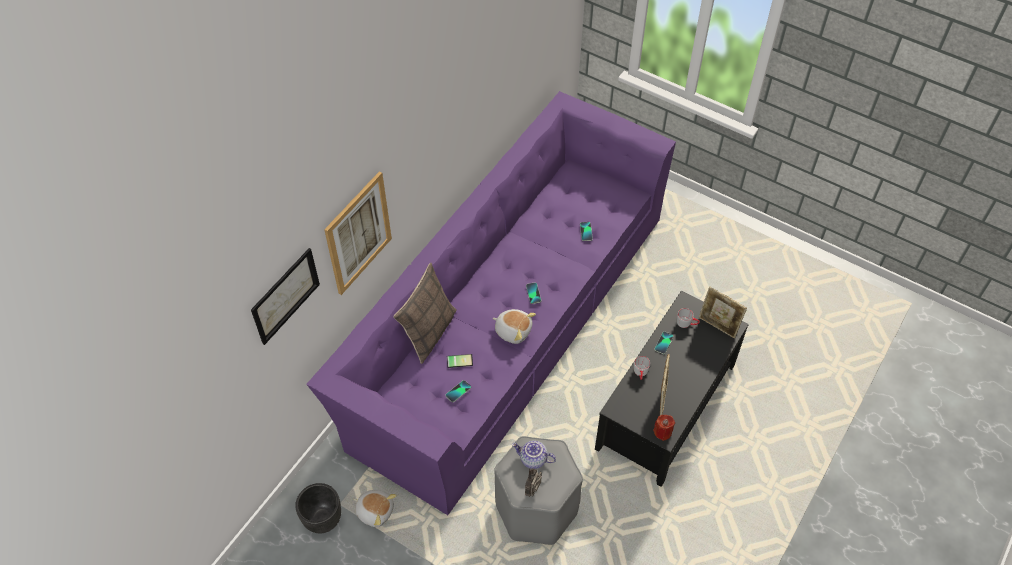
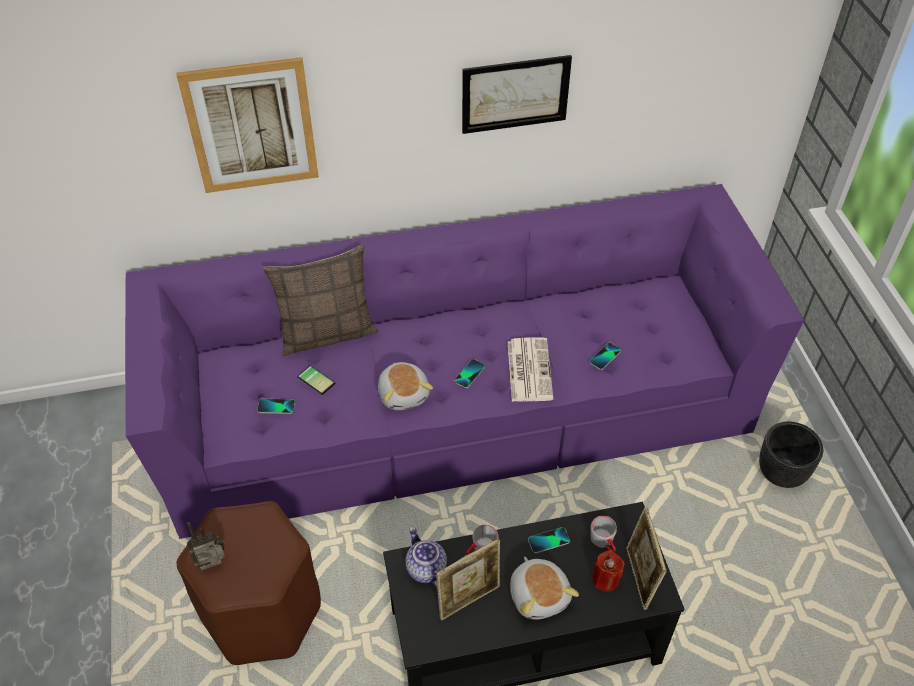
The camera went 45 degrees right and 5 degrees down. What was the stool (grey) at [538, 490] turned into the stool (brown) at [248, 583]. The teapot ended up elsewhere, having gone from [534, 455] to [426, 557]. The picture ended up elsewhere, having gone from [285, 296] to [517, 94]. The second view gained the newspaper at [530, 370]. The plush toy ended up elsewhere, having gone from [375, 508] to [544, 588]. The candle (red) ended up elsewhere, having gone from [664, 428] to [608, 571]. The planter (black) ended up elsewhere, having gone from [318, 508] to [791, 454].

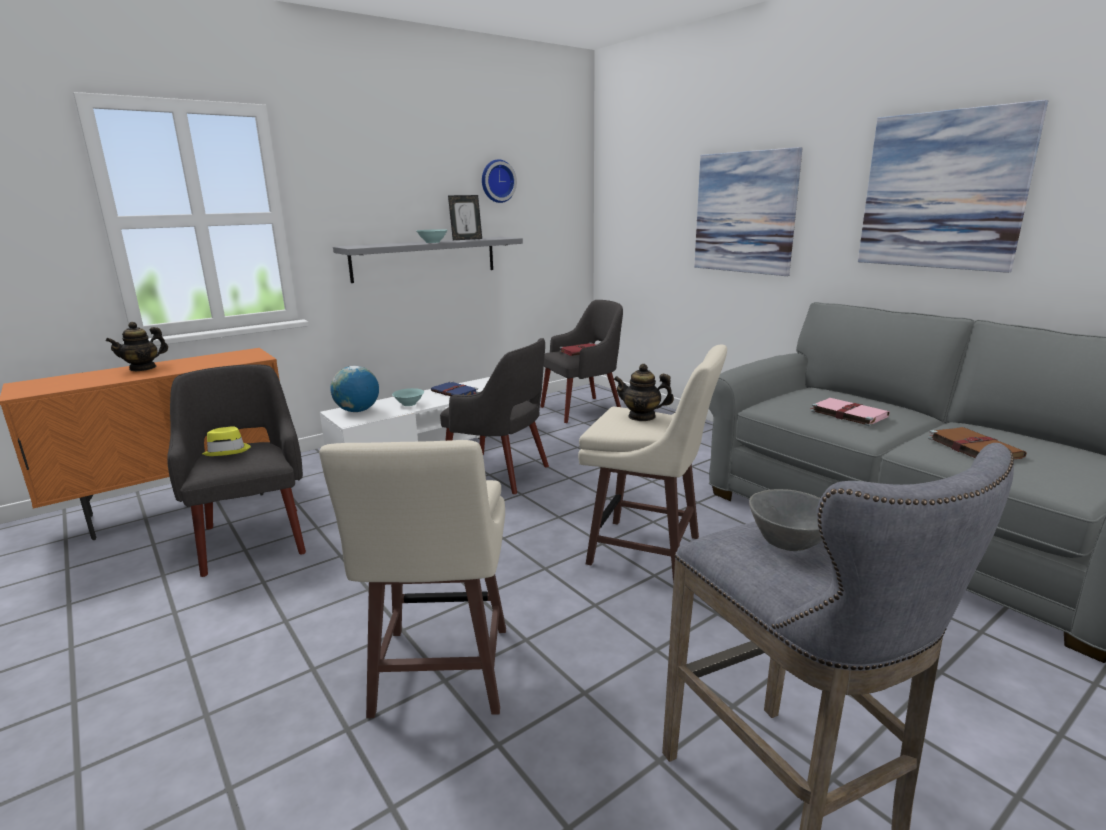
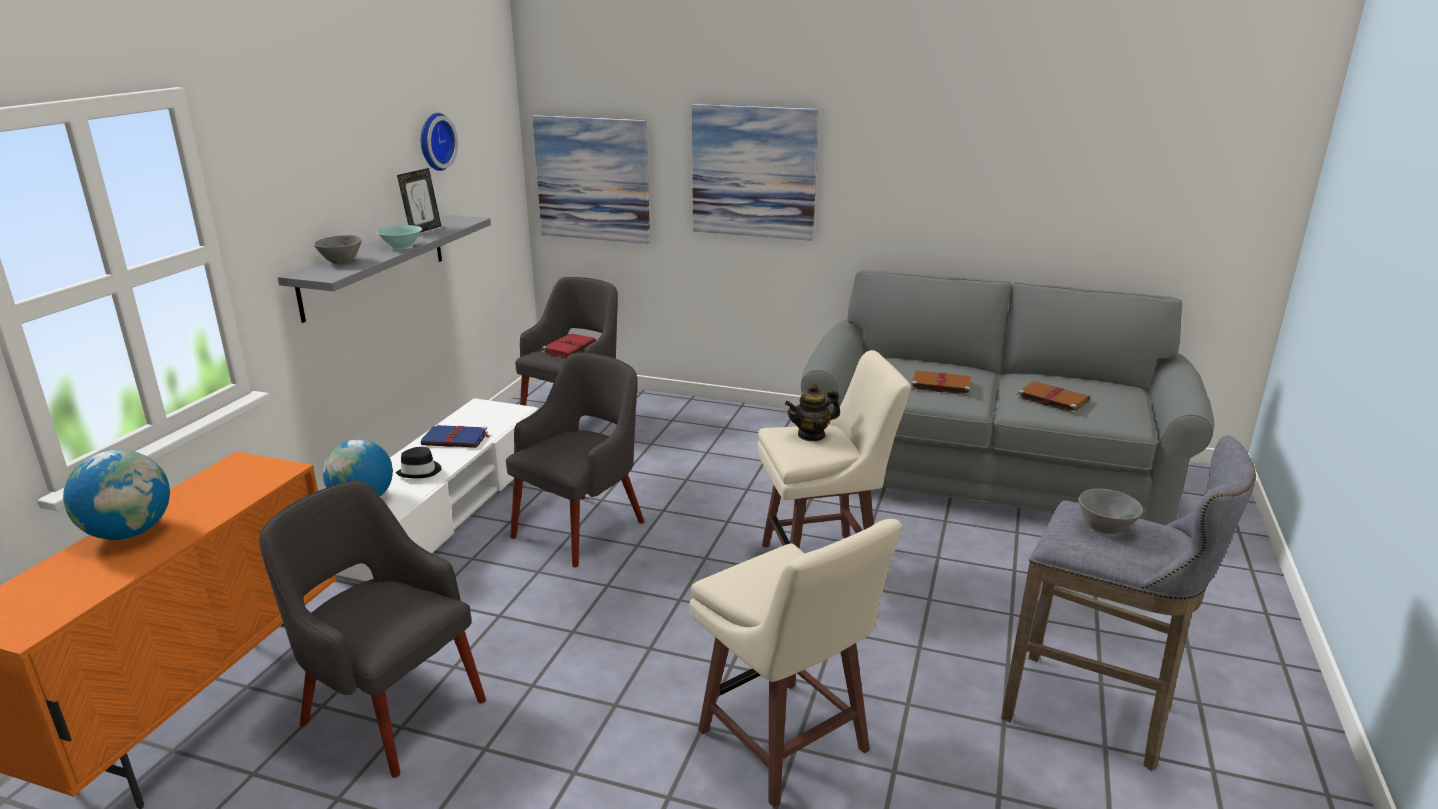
The camera went 35 degrees left and 5 degrees up. Where the teapot stood at [136, 346], the globe came to stand at [116, 495]. The second view gained the bowl (grey) at [338, 249]. Where the bowl (turquoise) stood at [408, 397], the hat (black) came to stand at [419, 462]. The armchair (grey) at [494, 416] ended up facing another way, 45 degrees counterclockwise from before. The picture ended up elsewhere, having gone from [953, 186] to [591, 179]. What was the book (pink) at [849, 412] turned into the book (brown) at [940, 383]. The second view lost the hat (yellow) at [226, 441].

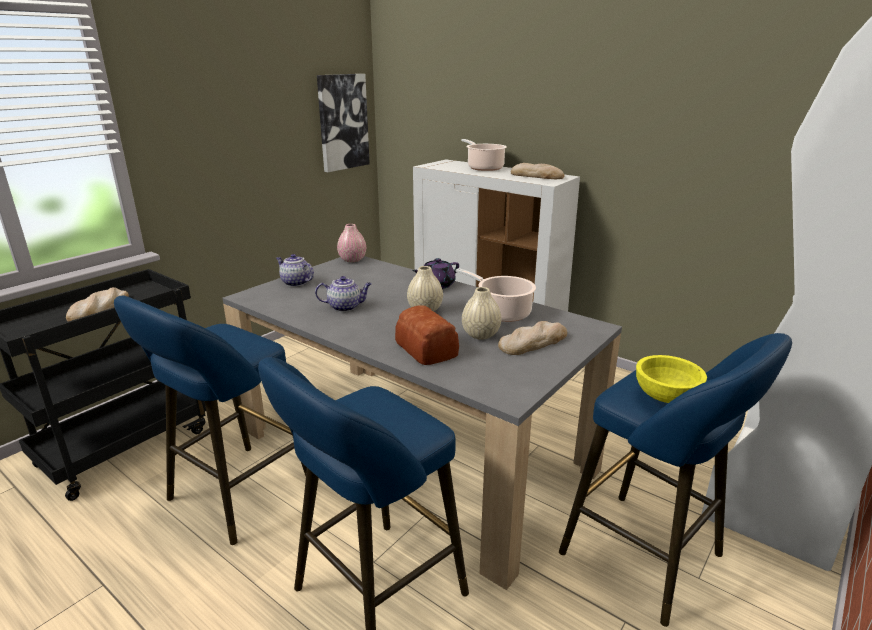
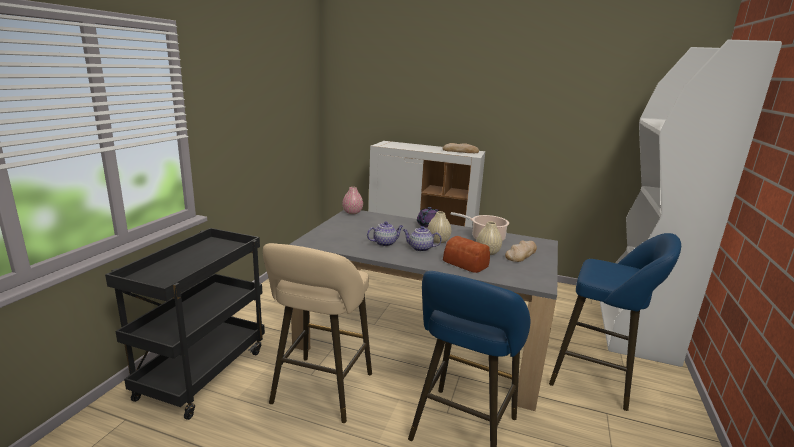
The camera went 20 degrees left and 5 degrees down. What was the stool (blue) at [210, 420] turned into the stool (beige) at [317, 333]. The teapot ended up elsewhere, having gone from [295, 270] to [422, 239]. The second view lost the bread at [97, 304]. The second view lost the picture at [343, 123]. The second view lost the cooking pot at [484, 155]. The second view lost the bowl (yellow) at [671, 379].

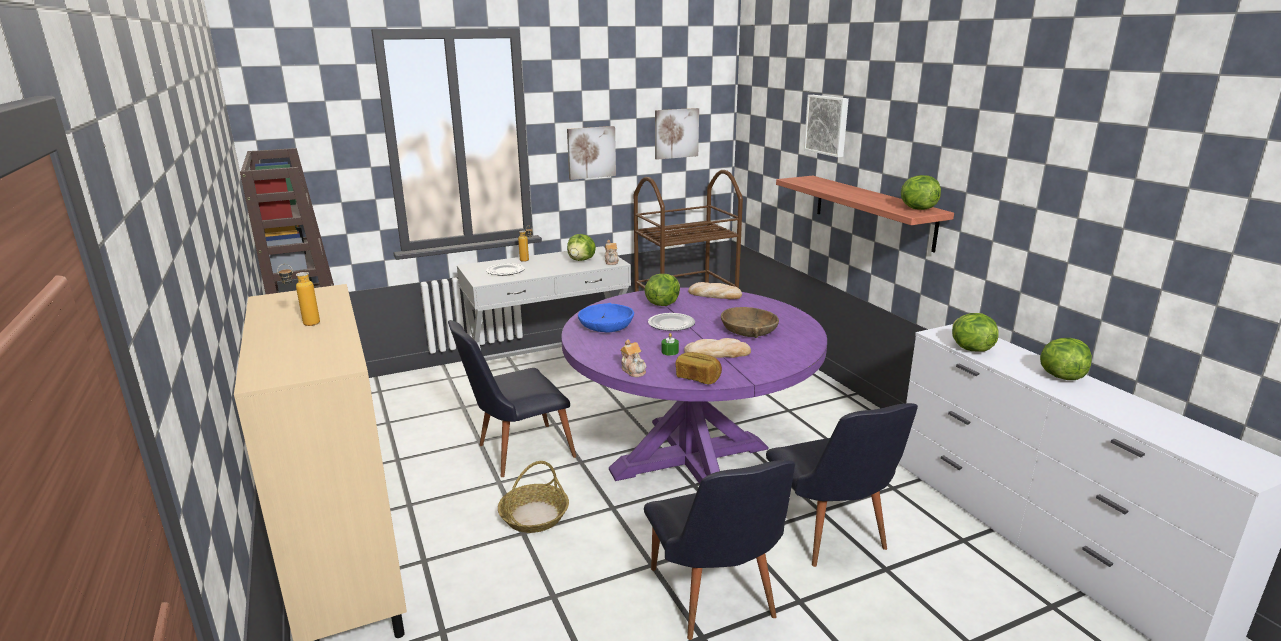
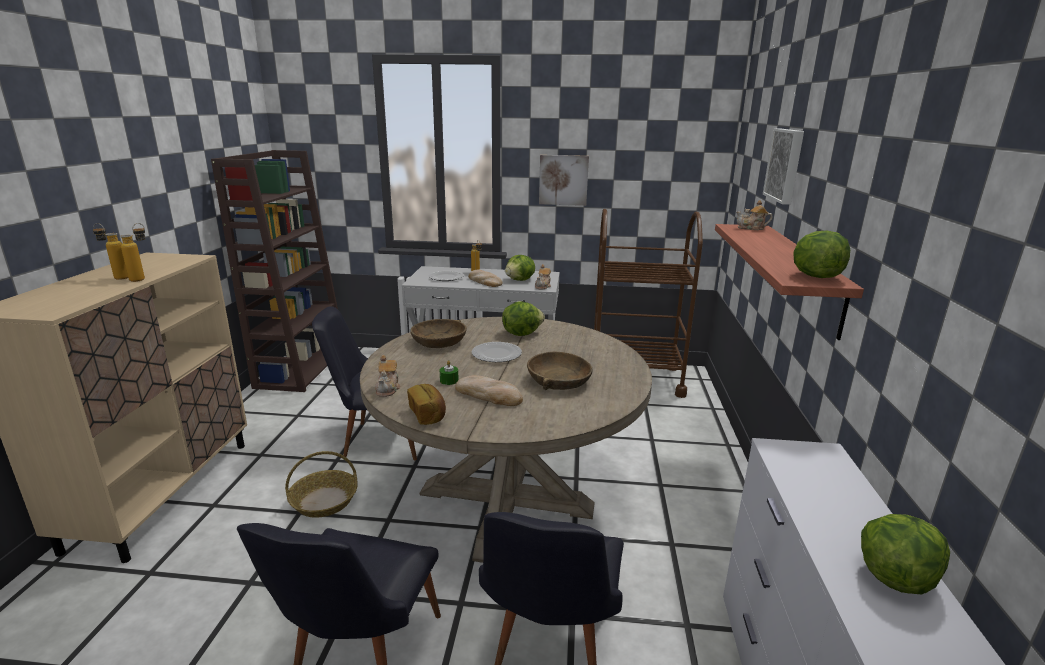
The camera went 30 degrees right and 0 degrees up. The second view gained the bottle at [132, 252]. What was the dining table (purple) at [694, 385] turned into the dining table (beige) at [506, 440]. What was the bowl (blue) at [606, 318] turned into the bowl (brown) at [438, 333]. The bread ended up elsewhere, having gone from [715, 290] to [485, 278]. The second view gained the teapot at [754, 215]. The second view lost the picture at [677, 134]. The second view lost the lettuce at [975, 332].

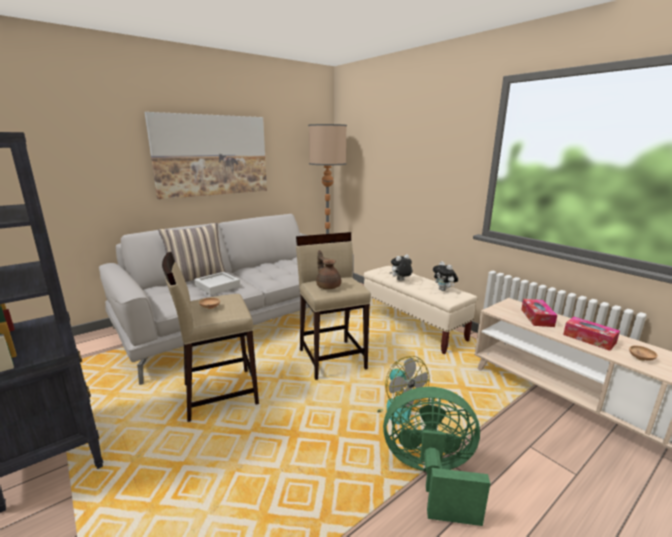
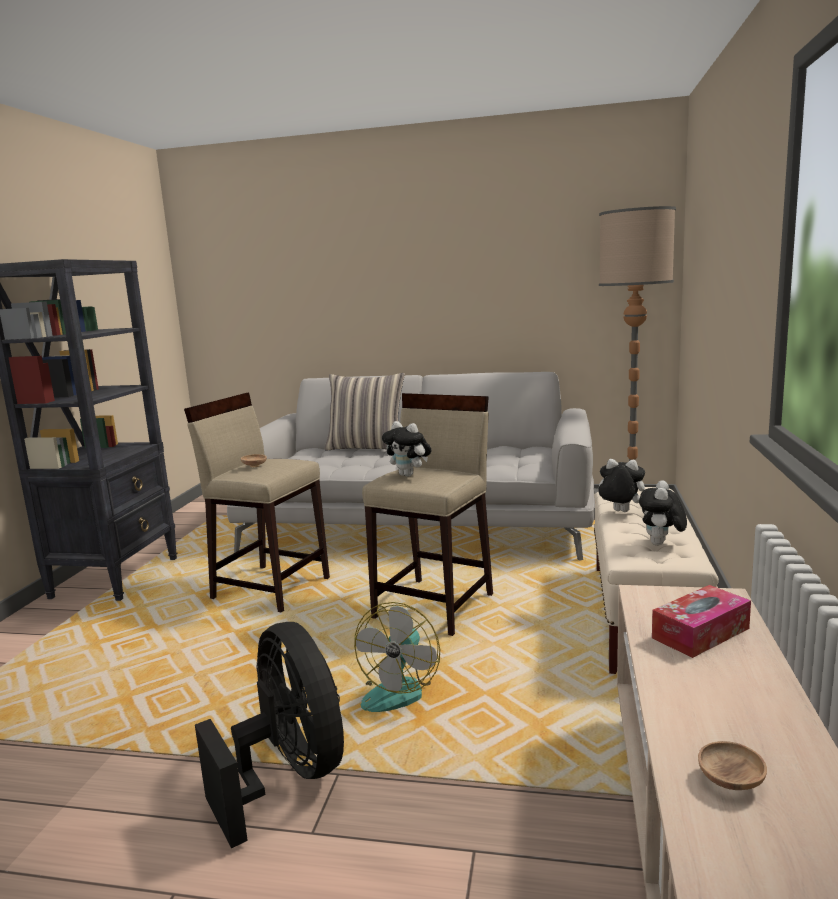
The camera went 50 degrees right and 5 degrees down. What was the fan (green) at [437, 456] turned into the fan (black) at [269, 735]. Where the teapot (brown) stood at [328, 269], the plush toy came to stand at [407, 449]. The second view lost the picture at [206, 155]. The second view lost the tray (grey) at [217, 283]. The second view lost the tissue box at [591, 333].

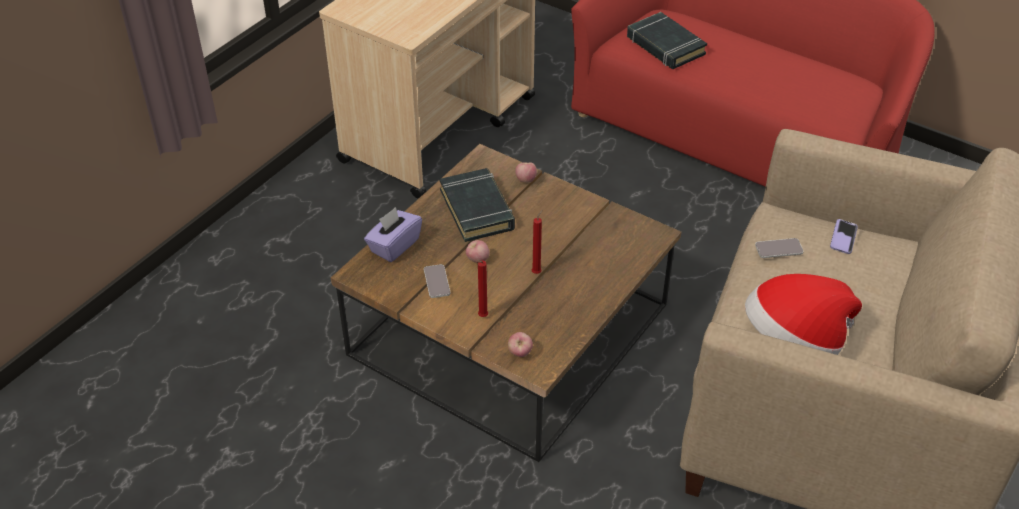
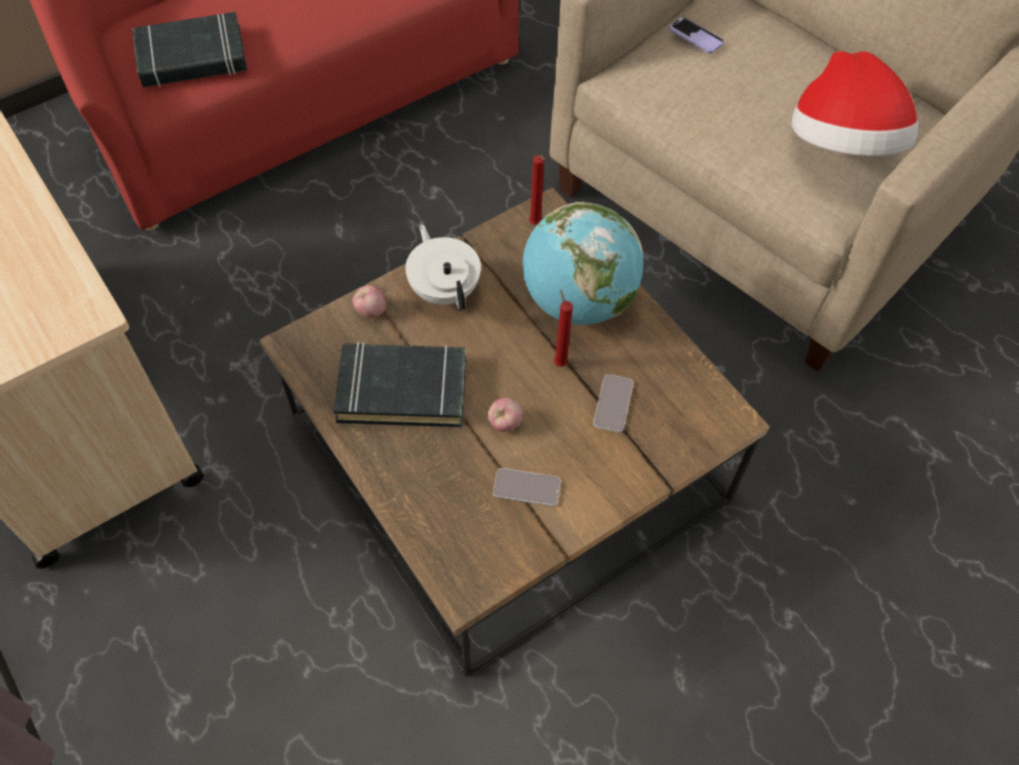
The camera went 70 degrees left and 15 degrees up. The second view gained the teapot (white) at [443, 267]. The second view gained the globe at [583, 263]. The candle (red) ended up elsewhere, having gone from [482, 289] to [537, 190]. The phone ended up elsewhere, having gone from [779, 248] to [613, 403]. The second view lost the tissue box (purple) at [393, 234]. The second view lost the apple at [520, 344].

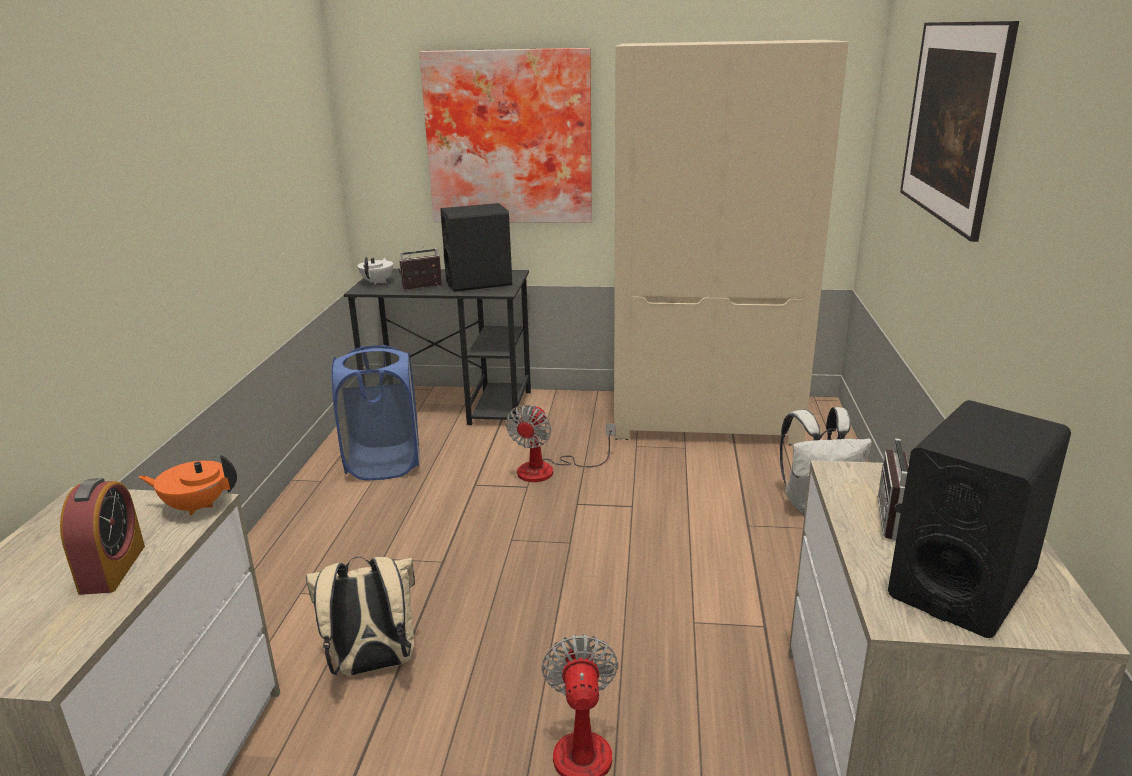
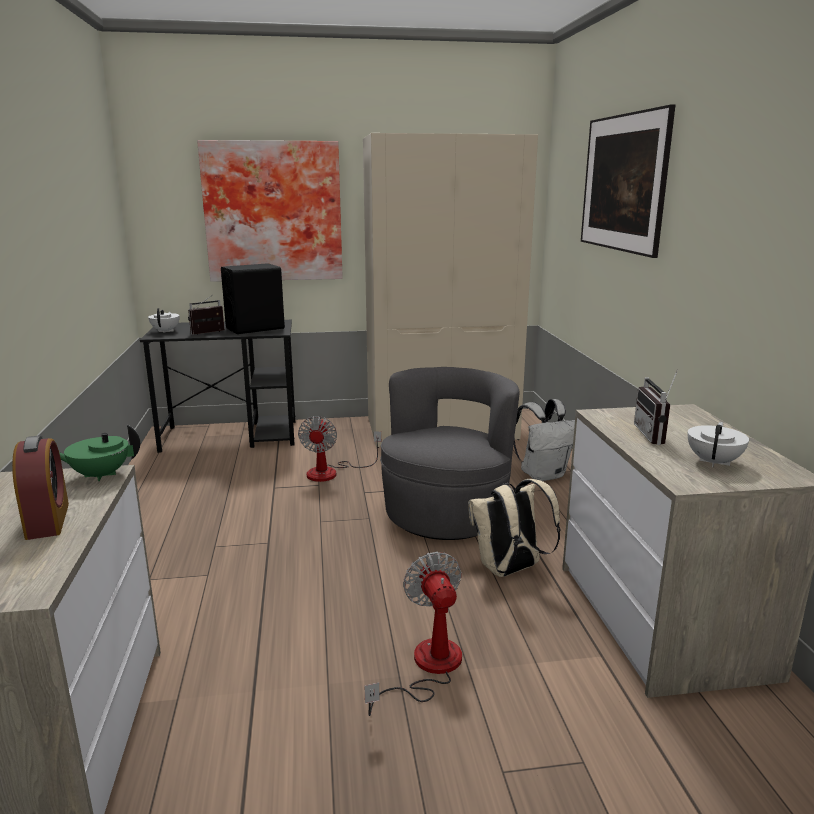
The camera went 15 degrees left and 5 degrees down. What was the teapot (orange) at [188, 485] turned into the teapot (green) at [99, 453]. The second view gained the armchair (grey) at [449, 453]. The backpack (beige) ended up elsewhere, having gone from [360, 616] to [514, 528]. Where the speaker (black) stood at [979, 519], the teapot (white) came to stand at [718, 444]. The second view lost the laundry basket (blue) at [375, 412].

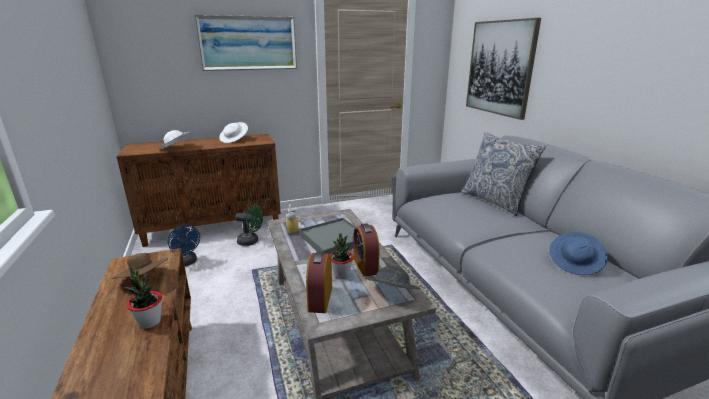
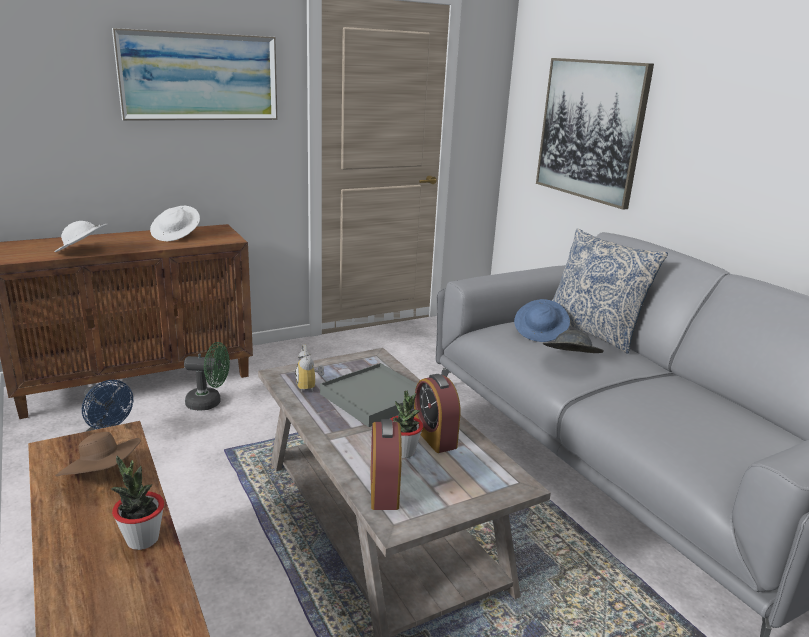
The camera went 10 degrees left and 0 degrees up. The hat (blue) ended up elsewhere, having gone from [578, 253] to [542, 320]. The hat (grey) ended up elsewhere, having gone from [392, 277] to [573, 341].

